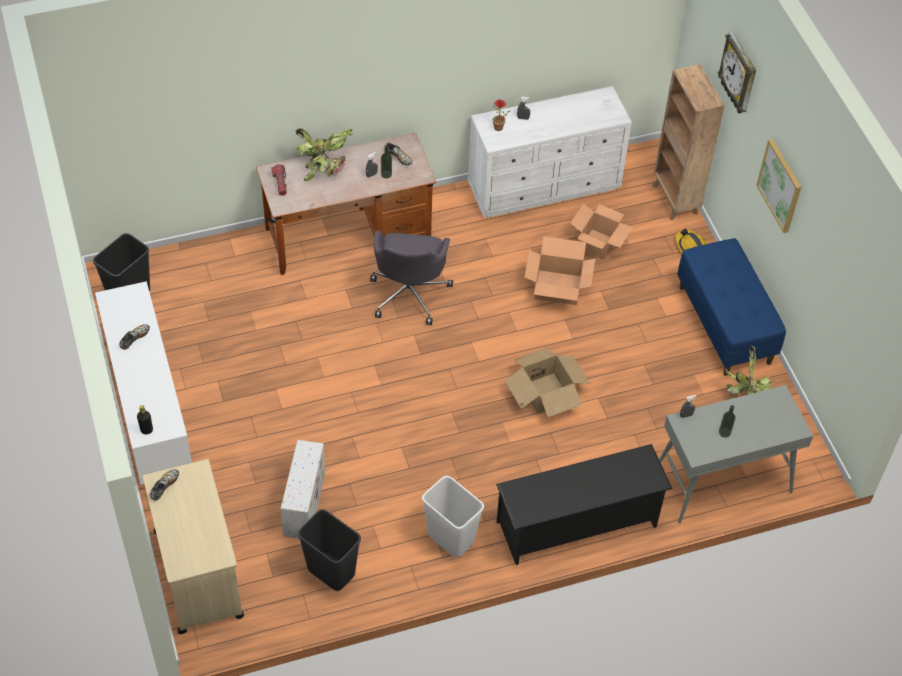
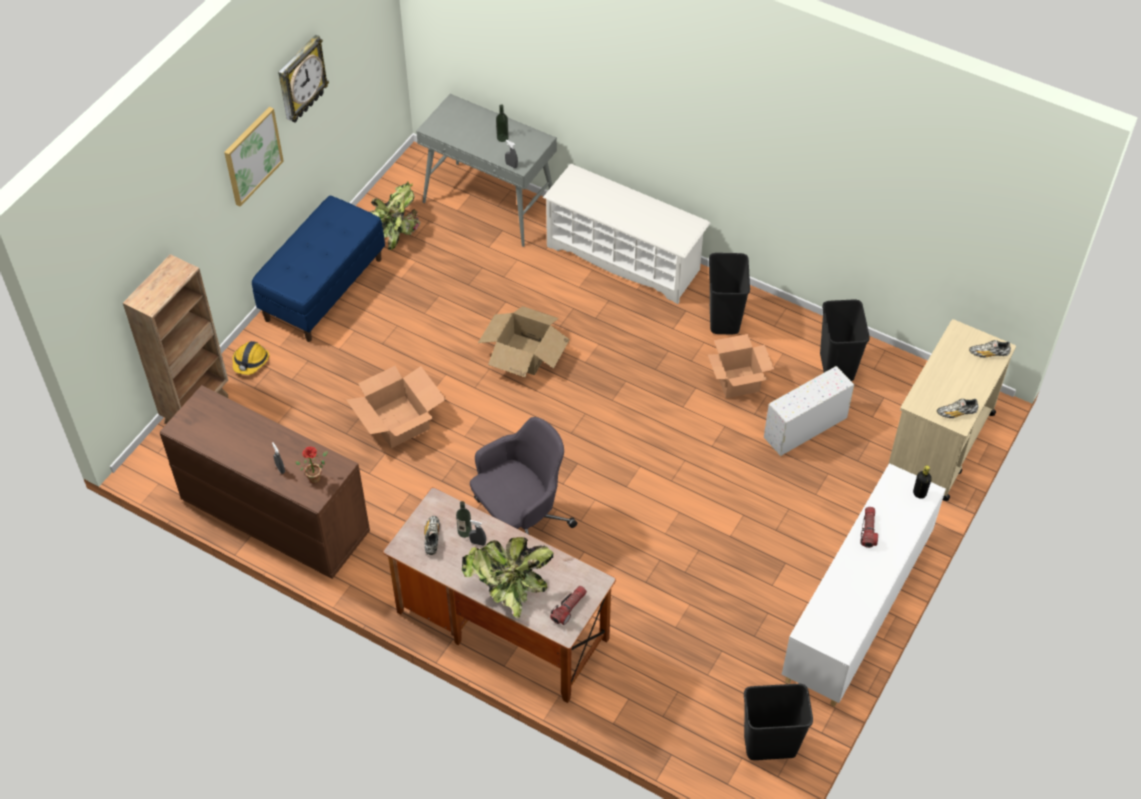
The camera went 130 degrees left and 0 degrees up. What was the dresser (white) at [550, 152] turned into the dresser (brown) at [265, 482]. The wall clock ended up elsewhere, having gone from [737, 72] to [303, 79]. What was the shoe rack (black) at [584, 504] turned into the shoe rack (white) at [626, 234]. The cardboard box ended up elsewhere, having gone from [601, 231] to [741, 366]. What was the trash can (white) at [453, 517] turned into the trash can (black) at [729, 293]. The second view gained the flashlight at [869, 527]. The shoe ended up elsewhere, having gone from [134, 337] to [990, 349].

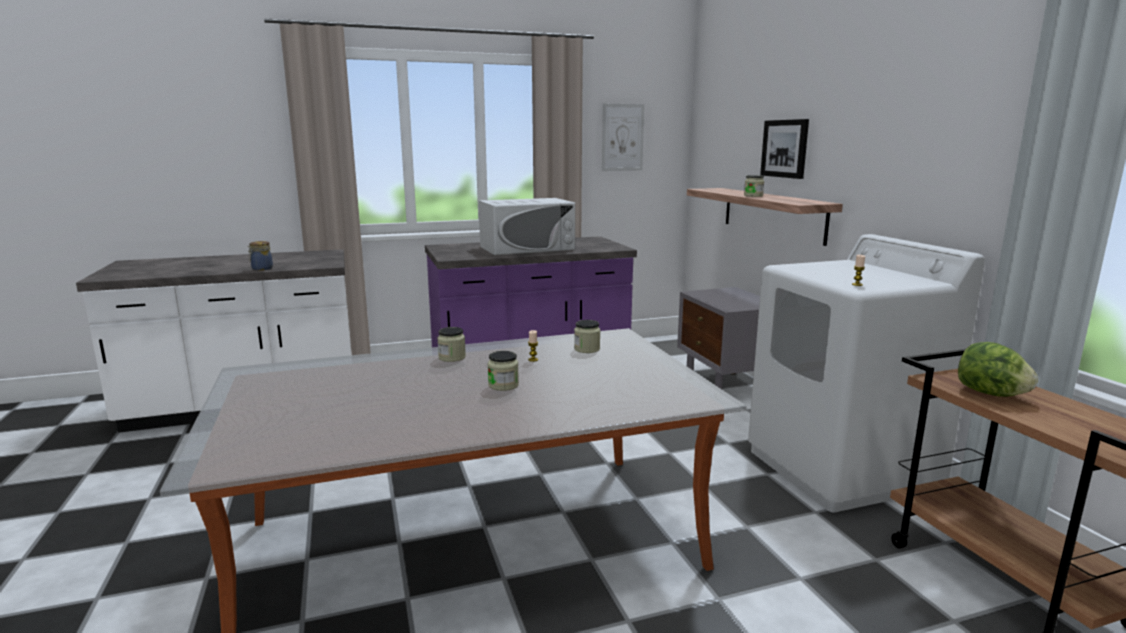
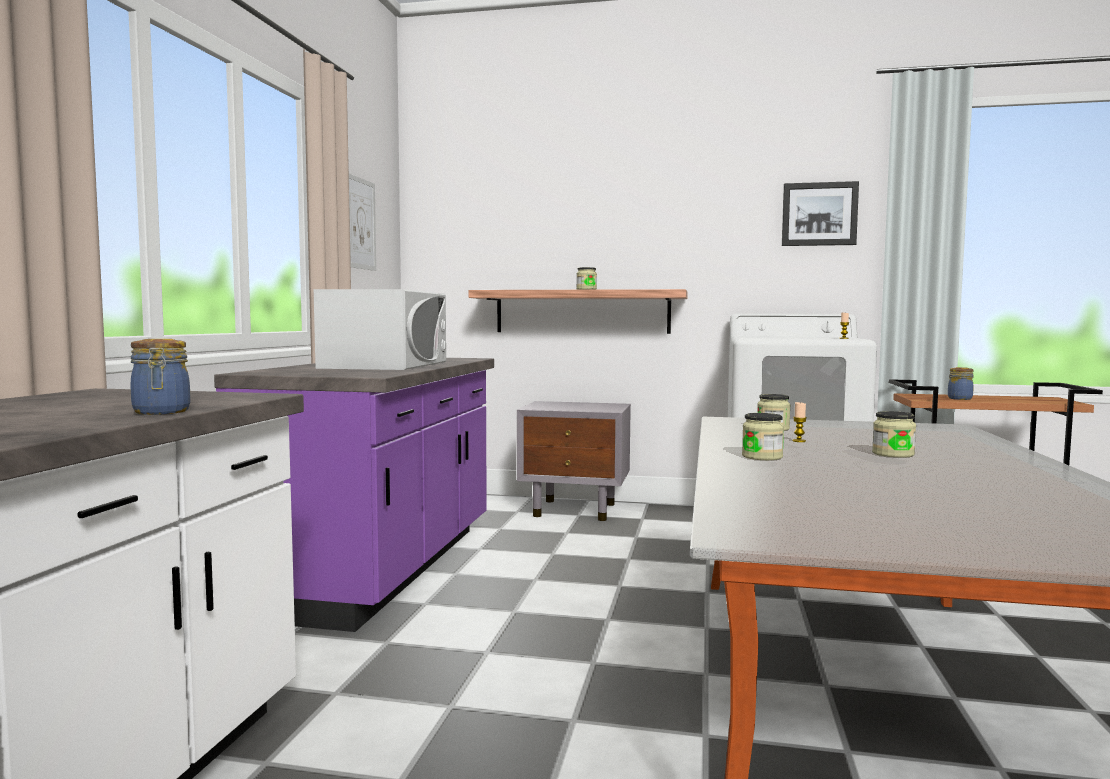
The camera went 60 degrees left and 10 degrees down. The picture ended up elsewhere, having gone from [784, 149] to [820, 213]. Where the lettuce stood at [998, 369], the jar came to stand at [961, 383].

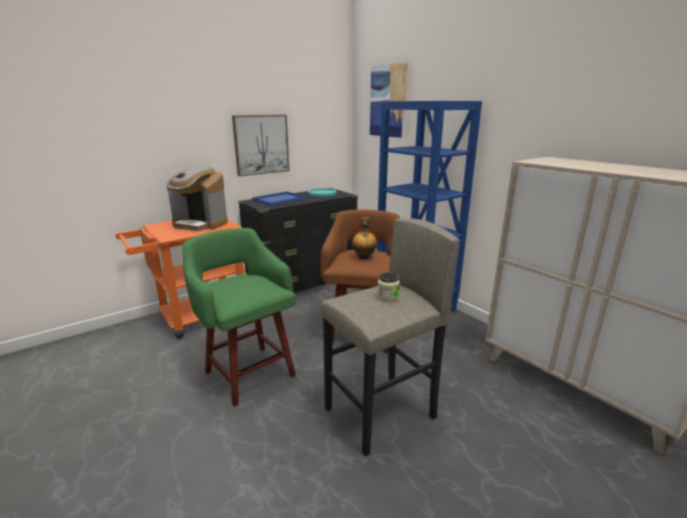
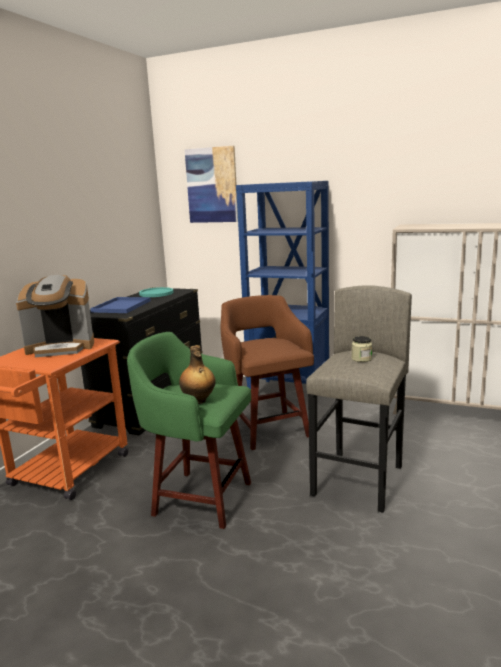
The camera went 30 degrees left and 5 degrees down. The bottle ended up elsewhere, having gone from [364, 238] to [197, 374]. The second view lost the picture at [260, 145].

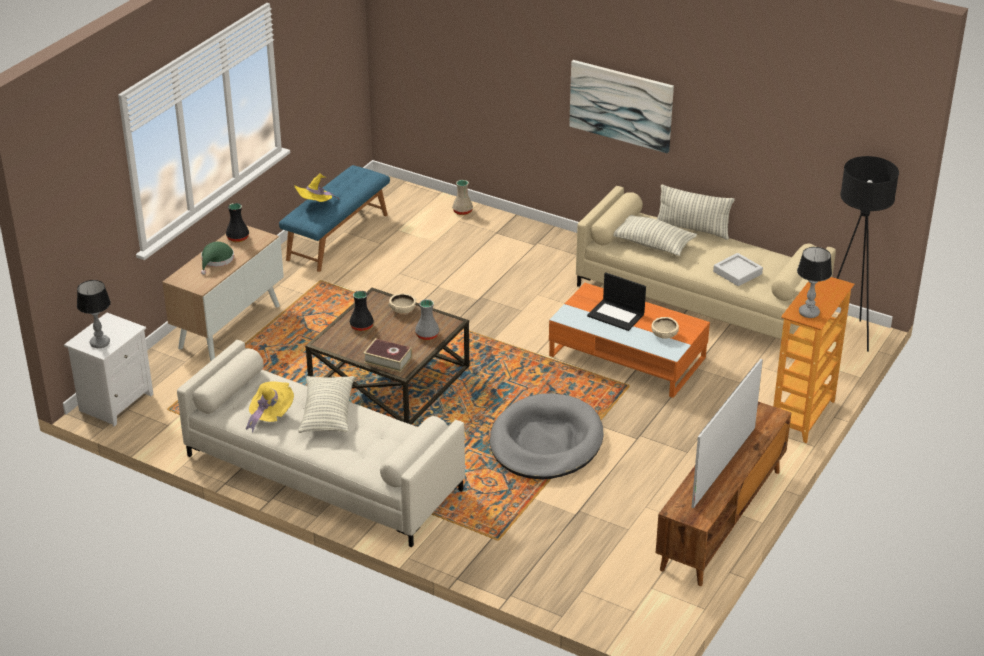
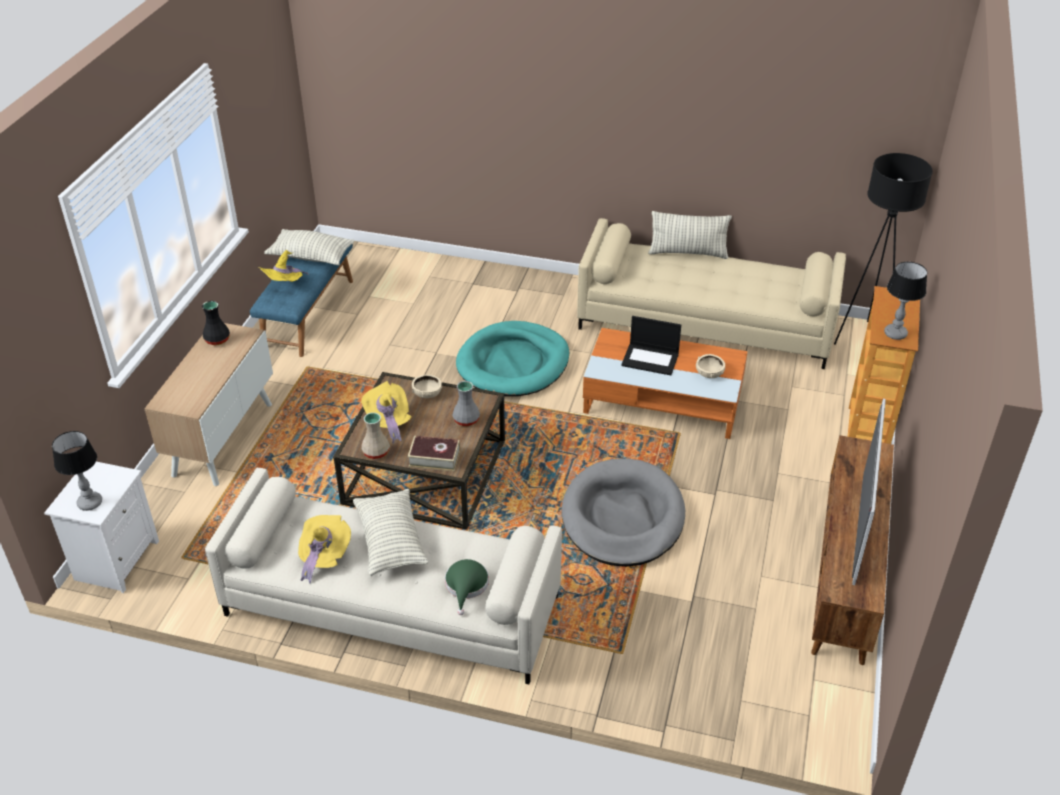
The camera went 15 degrees left and 5 degrees up. The pillow ended up elsewhere, having gone from [655, 235] to [309, 247]. Where the vase (black) stood at [362, 311], the hat (yellow) came to stand at [386, 412]. The vase (beige) ended up elsewhere, having gone from [462, 197] to [375, 435]. The hat (green) ended up elsewhere, having gone from [217, 258] to [467, 587]. The second view gained the dog bed (turquoise) at [512, 358]. The second view lost the picture at [621, 106]. The second view lost the tray (grey) at [738, 269].

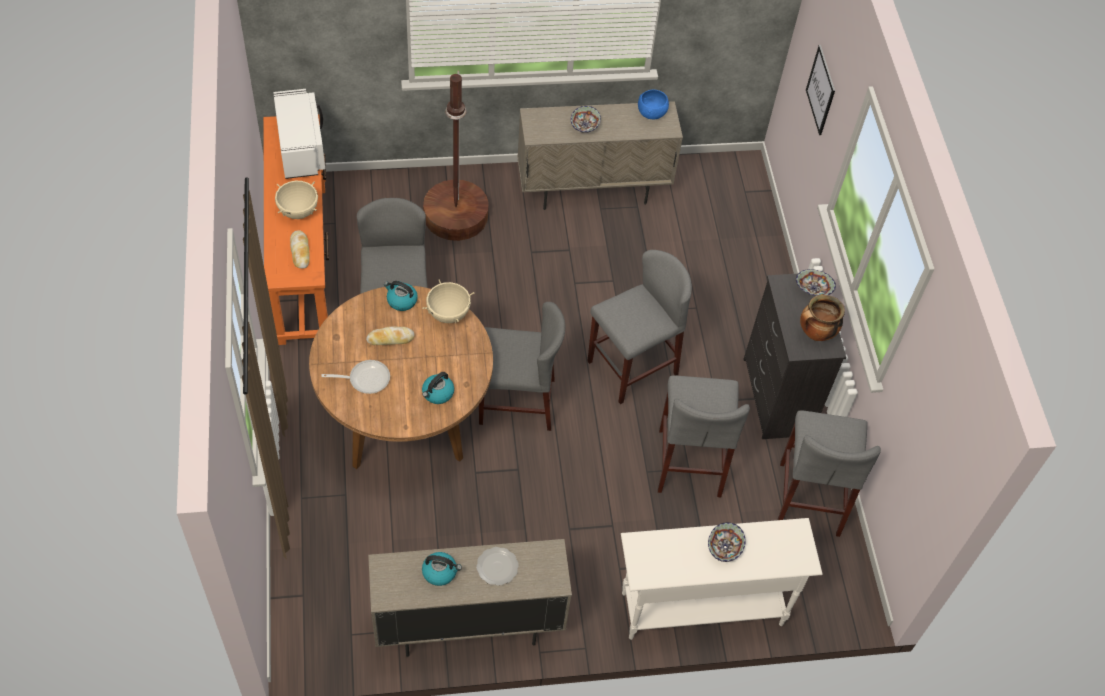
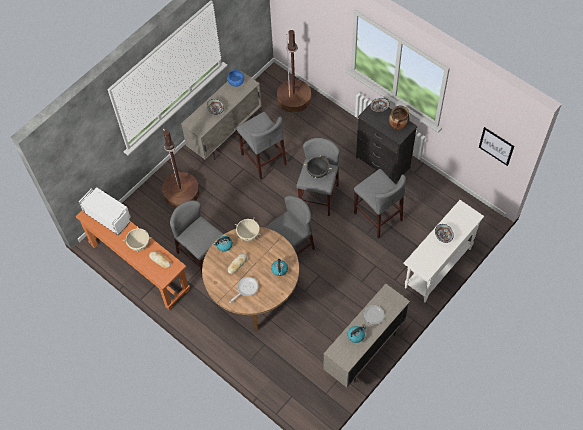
The camera went 35 degrees left and 5 degrees up. The stool (grey) ended up elsewhere, having gone from [829, 473] to [262, 145]. The second view gained the floor lamp (brown) at [294, 71]. The second view gained the cooking pot (black) at [318, 167]. The picture ended up elsewhere, having gone from [820, 90] to [496, 146].

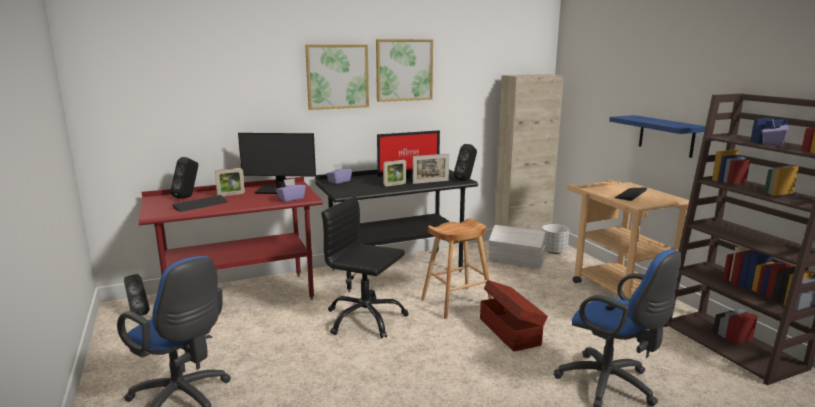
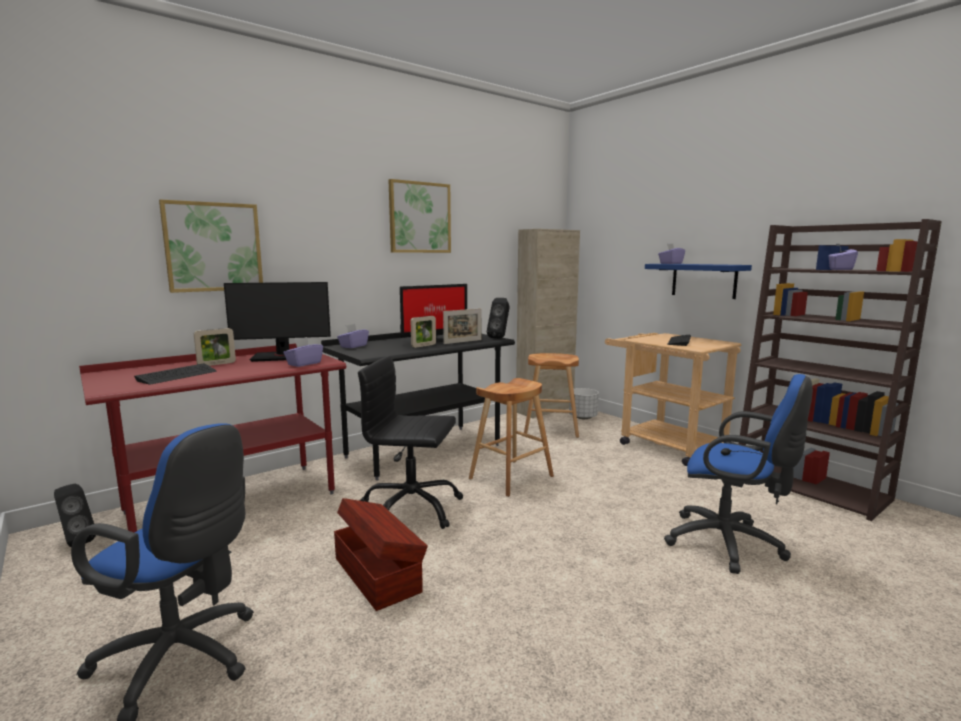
The camera went 15 degrees left and 5 degrees down. The picture ended up elsewhere, having gone from [337, 77] to [211, 246]. The storage box (brown) ended up elsewhere, having gone from [514, 315] to [381, 554]. Where the storage box (white) stood at [517, 247], the stool (brown) came to stand at [551, 395]. The second view gained the tissue box (purple) at [671, 254]. The second view lost the speaker (black) at [184, 178].

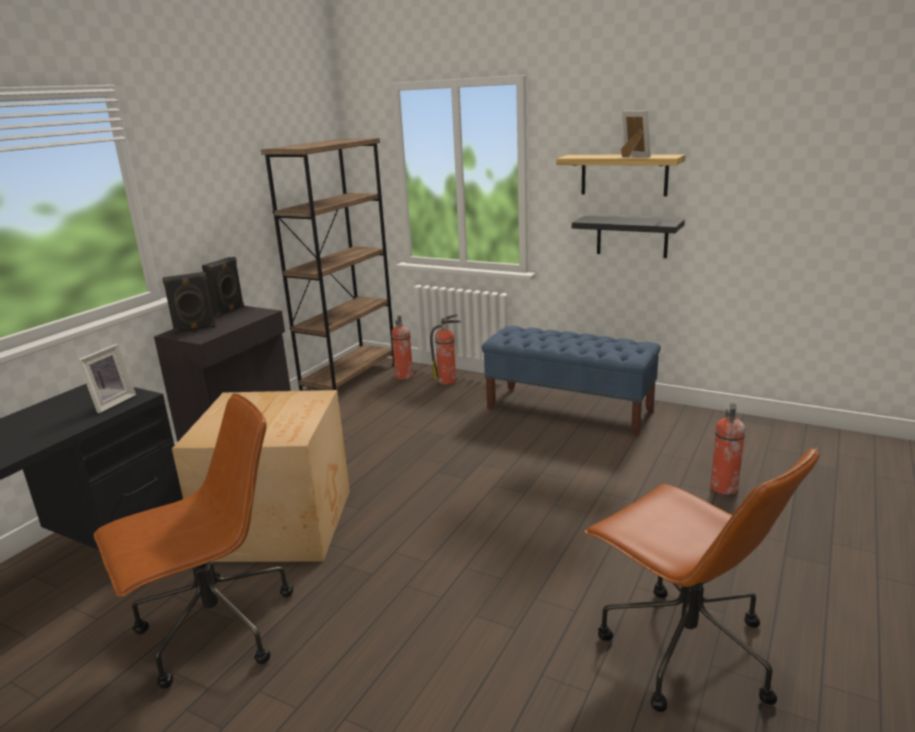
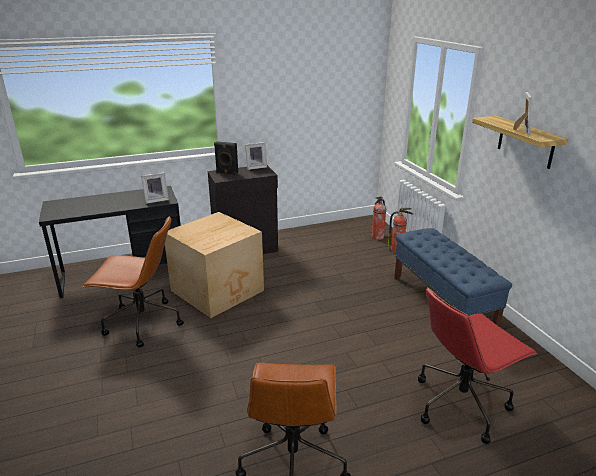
The camera went 40 degrees right and 5 degrees up. Where the speaker (black) stood at [223, 287], the picture frame came to stand at [256, 156]. Where the fire extinguisher stood at [728, 449], the office chair (red) came to stand at [477, 365]. The second view lost the bookcase (brown) at [327, 264]. The second view lost the shelf (black) at [628, 237].

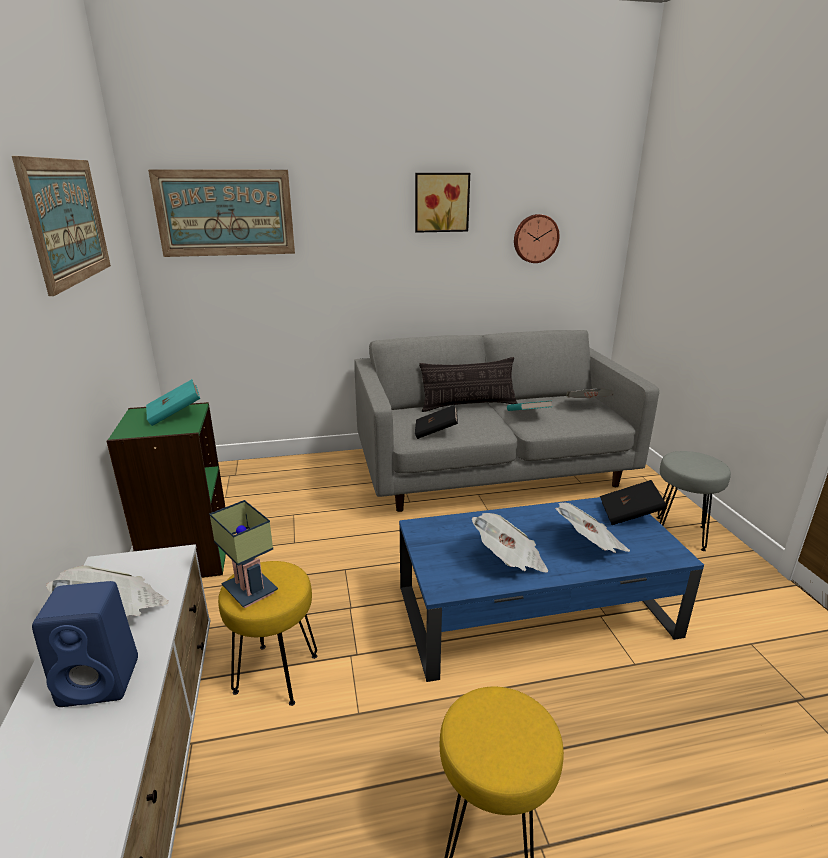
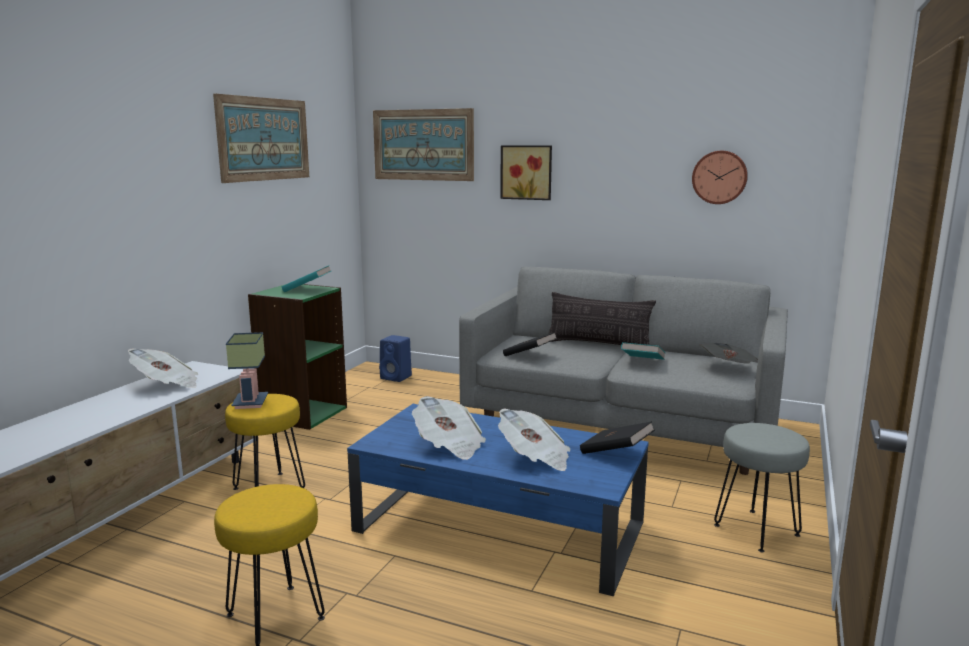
The camera went 35 degrees right and 10 degrees down. The speaker (blue) ended up elsewhere, having gone from [85, 644] to [395, 358]. The picture ended up elsewhere, having gone from [442, 203] to [526, 172].

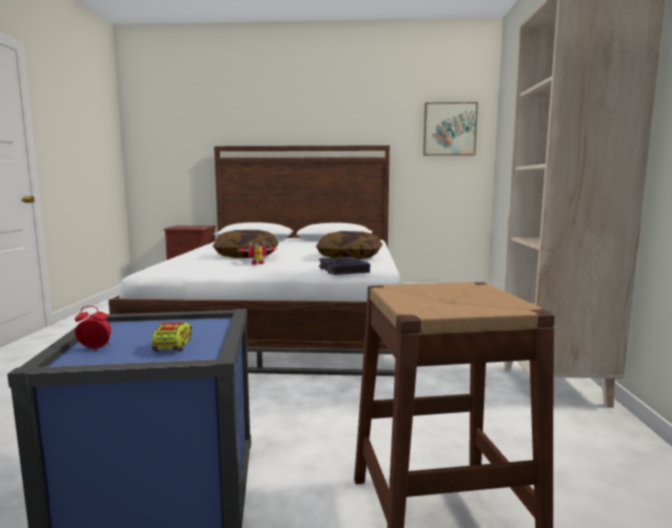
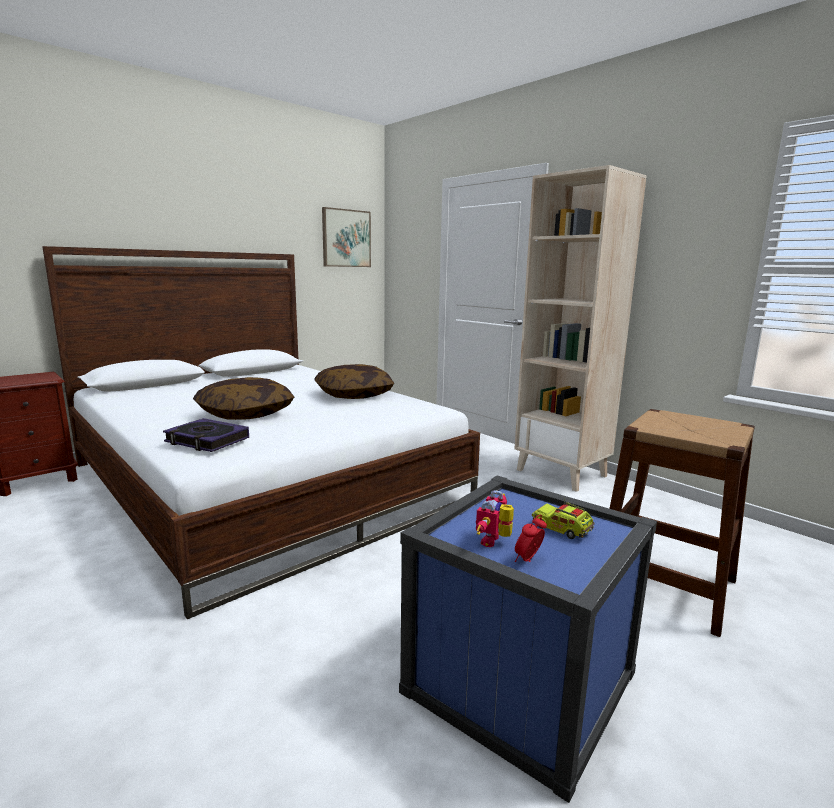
The camera went 45 degrees left and 5 degrees up. The book ended up elsewhere, having gone from [344, 266] to [206, 435]. The toy robot ended up elsewhere, having gone from [257, 253] to [495, 518].

